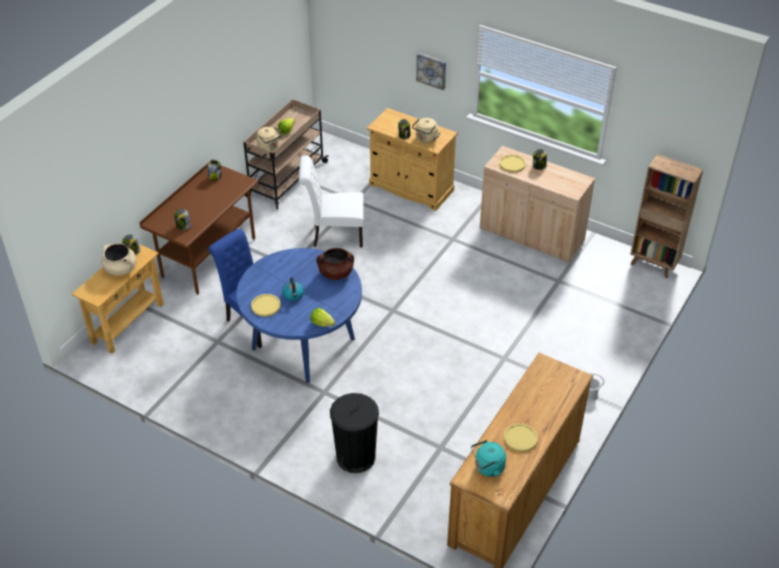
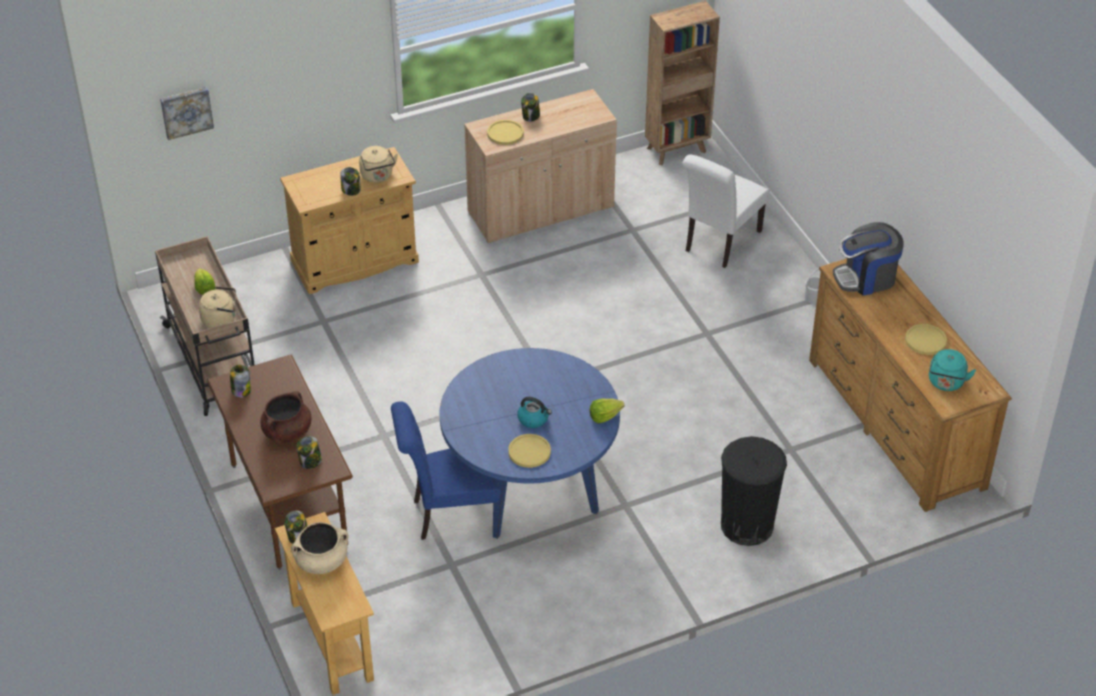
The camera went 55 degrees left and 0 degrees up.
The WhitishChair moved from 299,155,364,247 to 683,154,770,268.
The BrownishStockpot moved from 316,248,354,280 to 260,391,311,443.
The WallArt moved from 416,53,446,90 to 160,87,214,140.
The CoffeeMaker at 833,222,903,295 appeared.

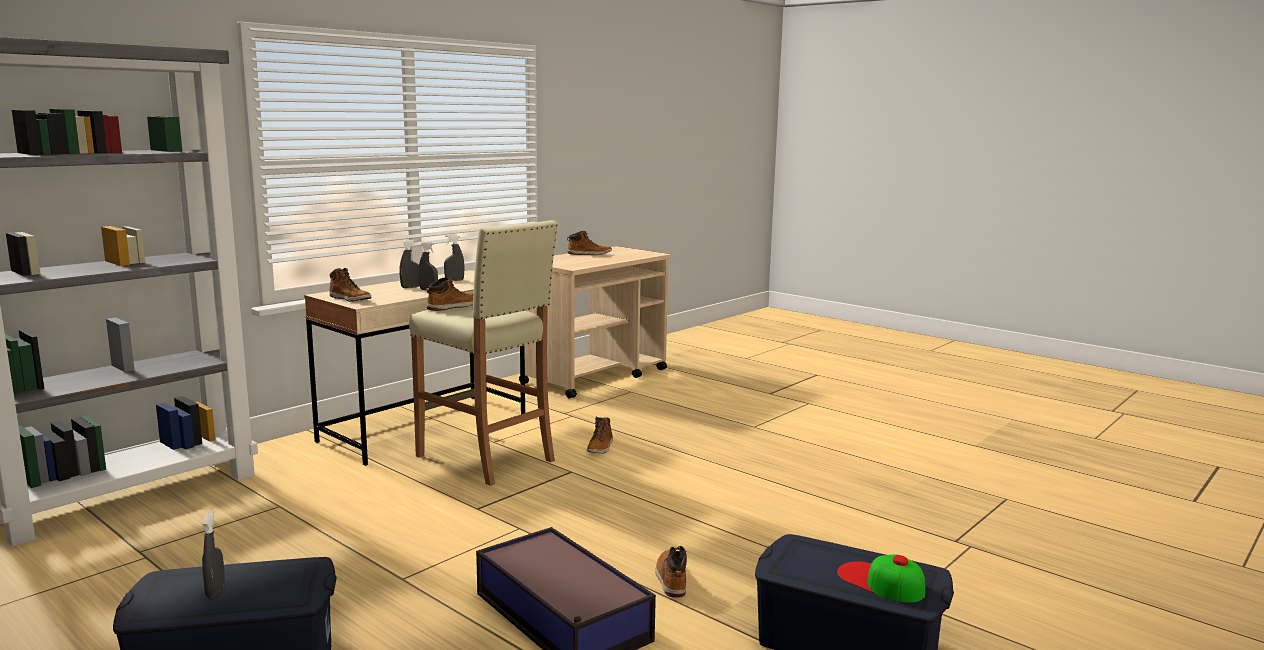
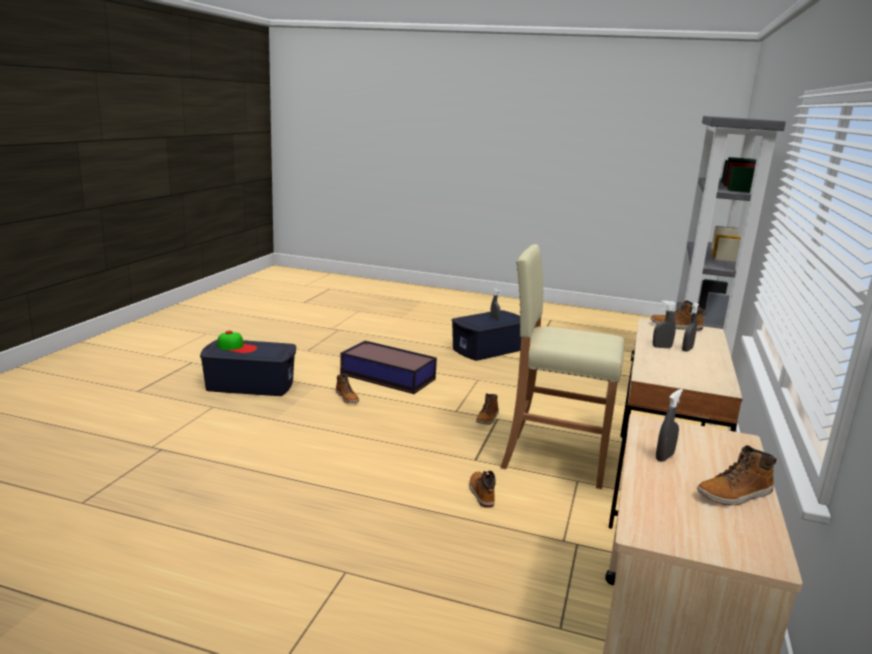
The camera went 155 degrees right and 5 degrees up.
The TallBoot moved from 426,277,473,311 to 476,393,499,425.
The GreyishSprayBottle moved from 444,235,465,281 to 656,389,683,462.

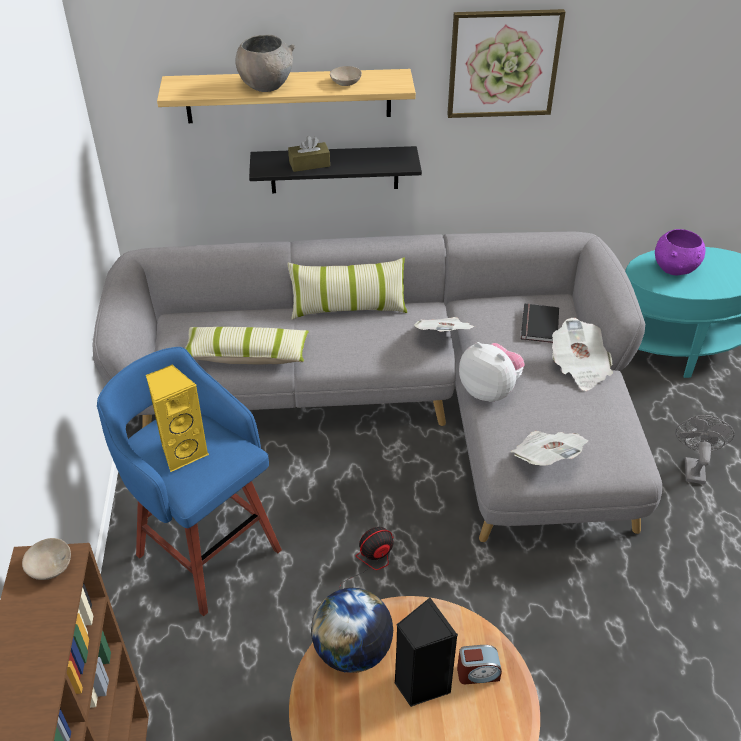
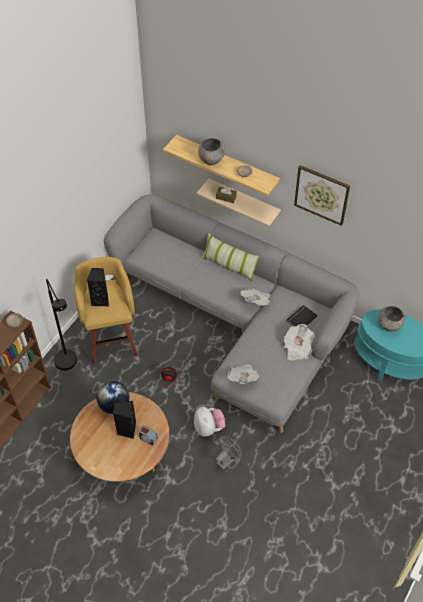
The camera went 35 degrees right and 10 degrees up.
The BlueColouredStoolSeat at 97,347,282,616 became the YellowStoolSeat at 74,257,138,364.
The YellowLoudspeaker at 146,364,209,472 became the BlackLoudspeaker at 87,268,109,306.
The Pillow at 185,327,309,364 disappeared.
The BlackBracketShelf at 249,146,422,193 became the SandColouredBracketShelf at 196,179,281,226.
The CuddlyToy moved from 459,342,525,402 to 194,407,225,437.
The PurpleColouredServingBowl at 655,229,705,275 became the GreyishServingBowl at 378,306,405,332.
The GreyishFan moved from 675,415,734,484 to 216,436,241,470.
The BlackFloorLamp at 46,279,77,371 appeared.

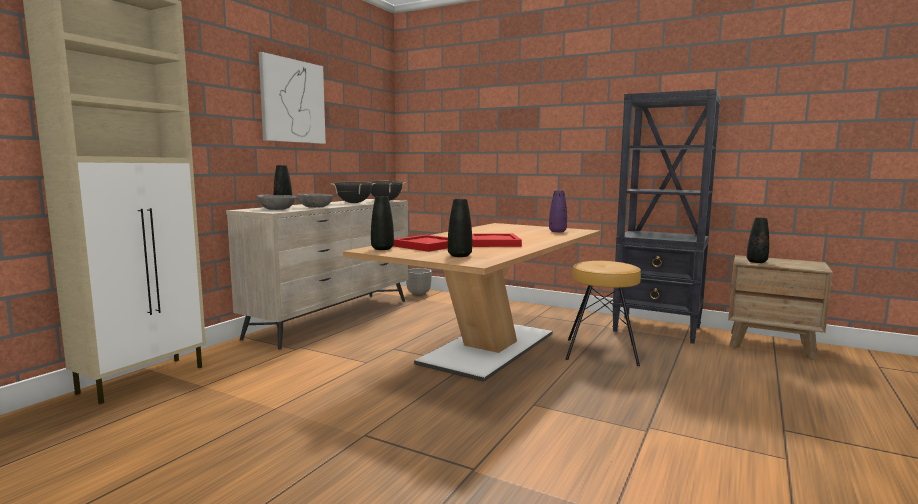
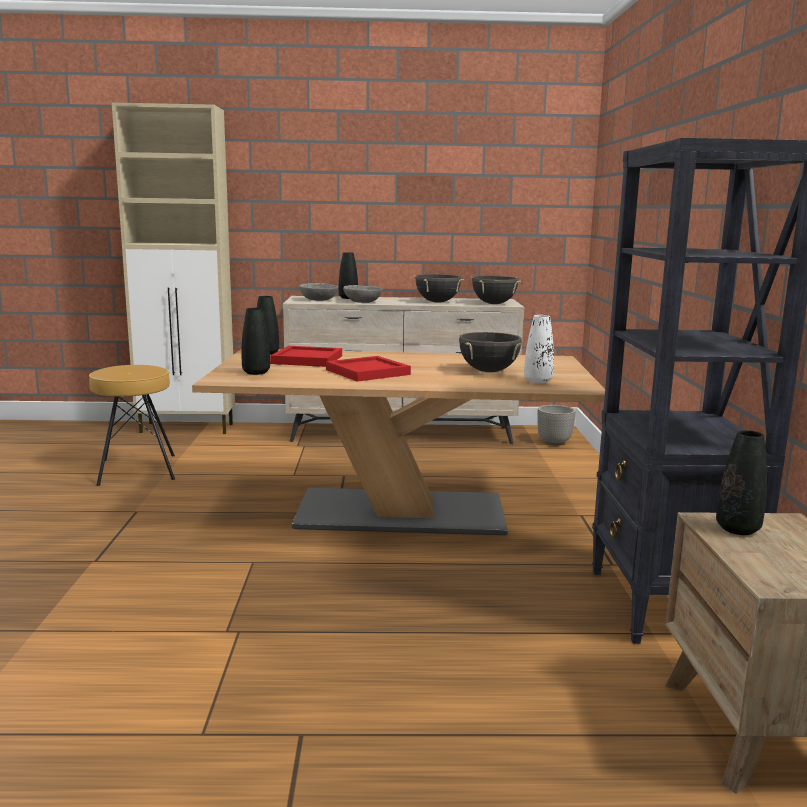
The camera went 60 degrees right and 5 degrees up.
The WallArt at 259,52,326,144 disappeared.
The PurpleColouredVase at 549,190,567,232 became the WhitishVase at 524,315,554,383.
The BrownishStoolSeat moved from 565,261,641,366 to 89,365,175,486.
The BlackStockpot at 459,332,523,372 appeared.

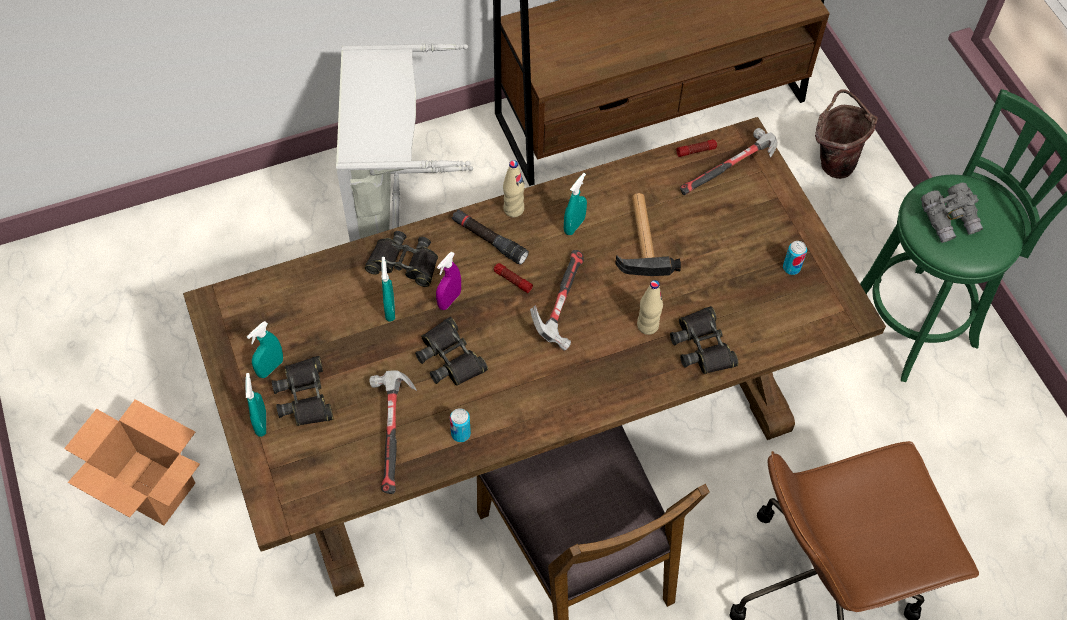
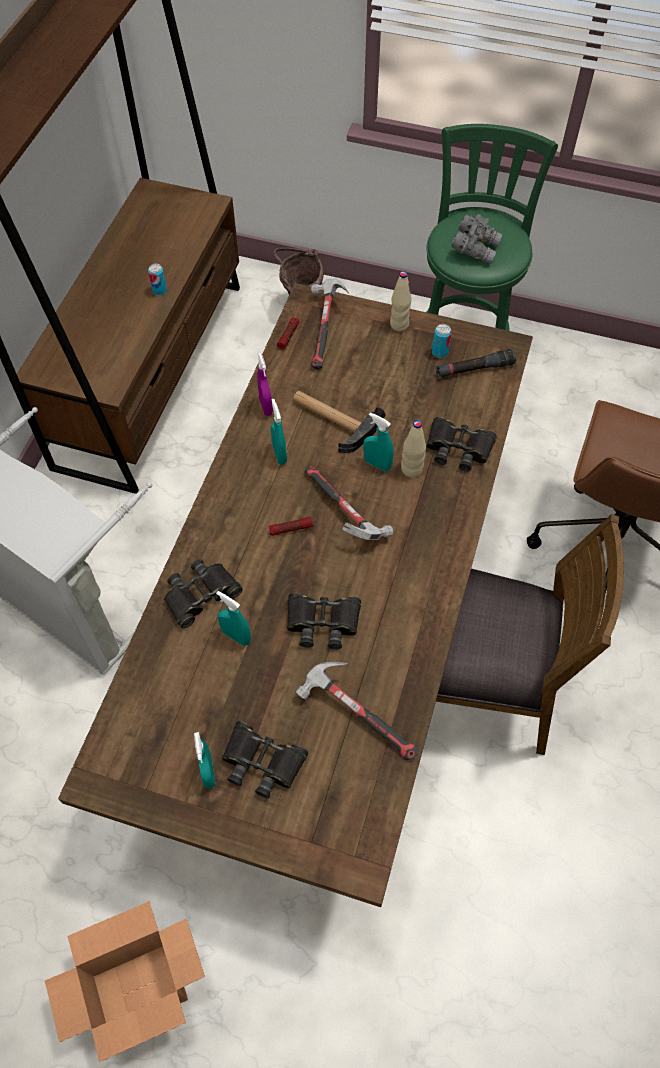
The camera went 50 degrees left and 0 degrees up.
The TurquoiseSprayBottle moved from 245,373,266,437 to 363,413,394,471.
The PurpleColouredSprayBottle moved from 436,252,461,310 to 257,353,273,416.
The Can moved from 450,408,471,442 to 148,264,167,296.
The BlackFlashlight moved from 452,209,529,265 to 436,349,516,377.
The SandColouredBottle moved from 503,160,525,217 to 390,271,412,332.

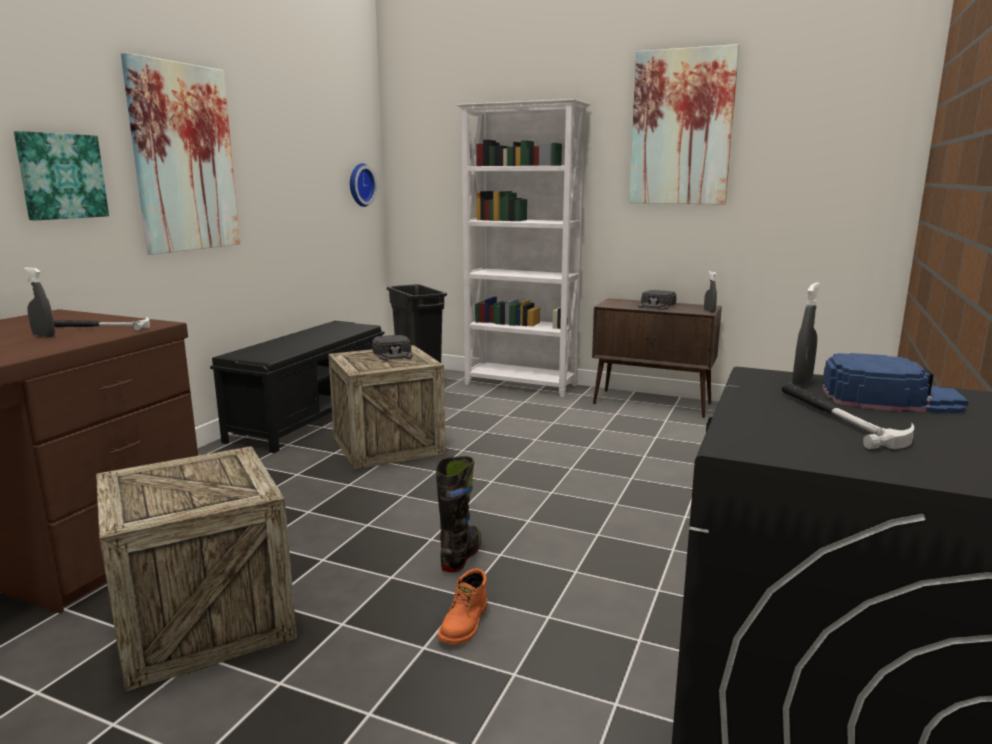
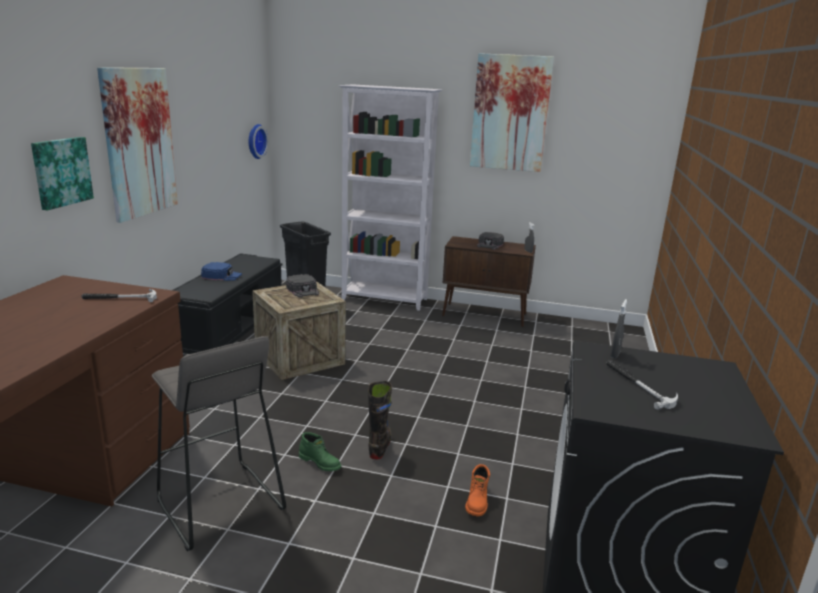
The camera went 10 degrees left and 5 degrees up.
The GreyishSprayBottle at 23,267,55,338 disappeared.
The ShippingCrate at 96,446,297,692 was replaced by the GreyishStoolSeat at 152,336,286,551.
The OrangeyTallBoot moved from 438,568,487,645 to 465,464,490,516.
The BlueColouredPeakedCap moved from 822,353,969,414 to 201,262,242,281.
The GreenishTallBoot at 299,432,341,471 appeared.

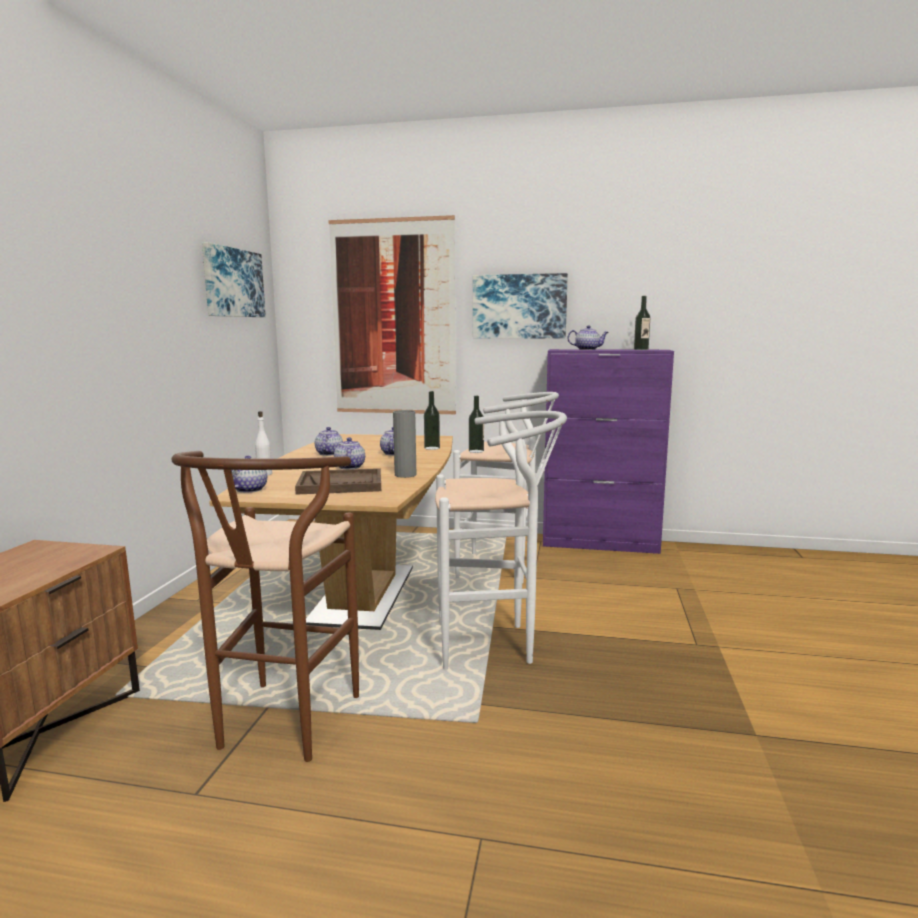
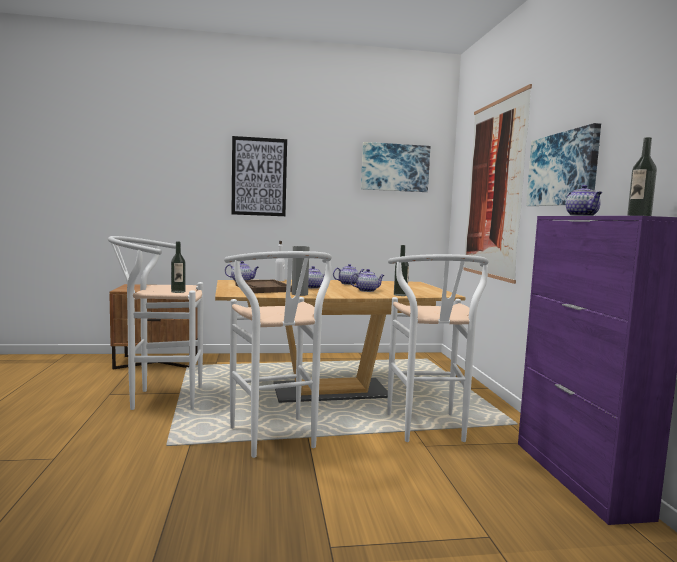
The camera went 70 degrees right and 5 degrees down.
The BrownishStoolSeat at 171,451,359,762 became the WhitishStoolSeat at 108,236,203,410.
The Bottle moved from 469,396,484,453 to 171,242,186,293.
The WallArt at 231,136,287,216 appeared.

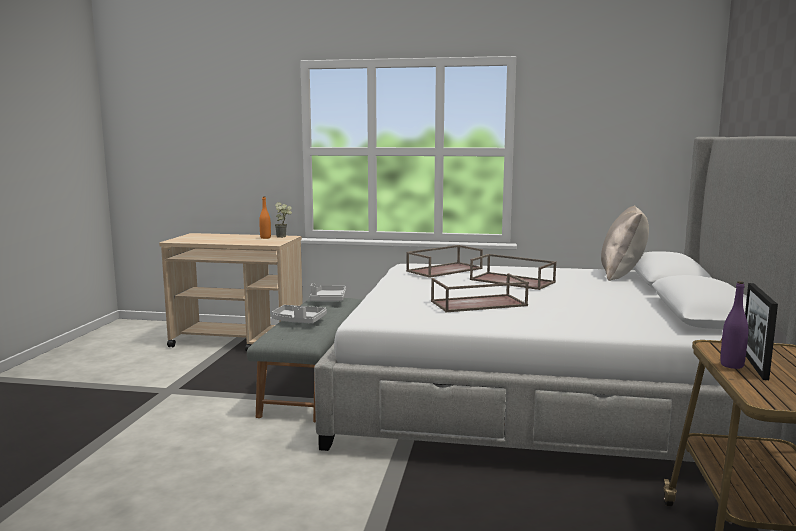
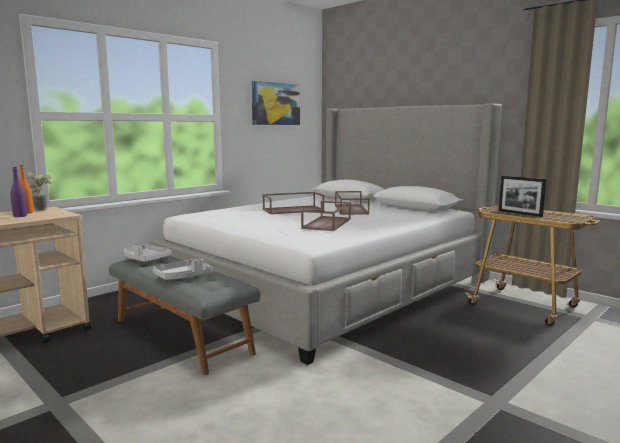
The camera went 55 degrees left and 0 degrees up.
The BrownishCarryingTray moved from 406,245,483,278 to 335,191,370,215.
The SandColouredPillow at 601,205,649,281 disappeared.
The PurpleColouredBottle moved from 720,281,749,369 to 10,167,27,217.
The WallArt at 252,81,300,125 appeared.

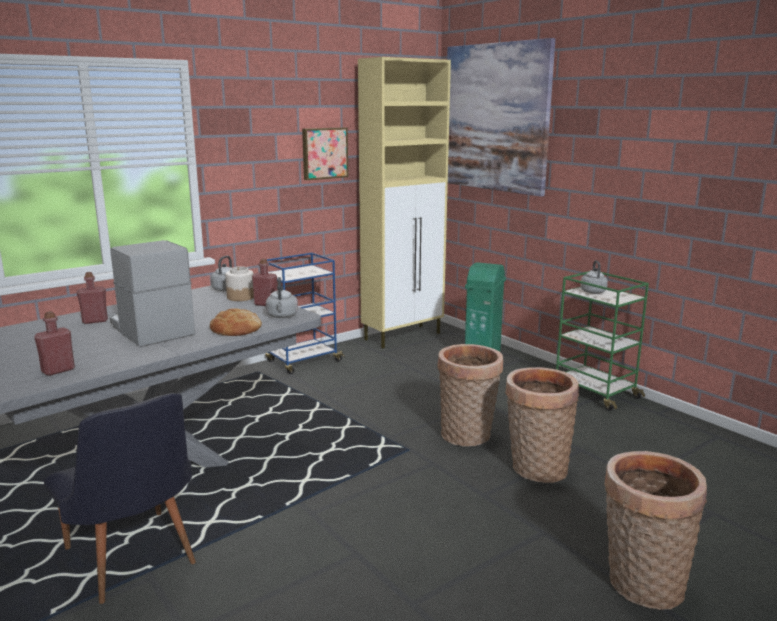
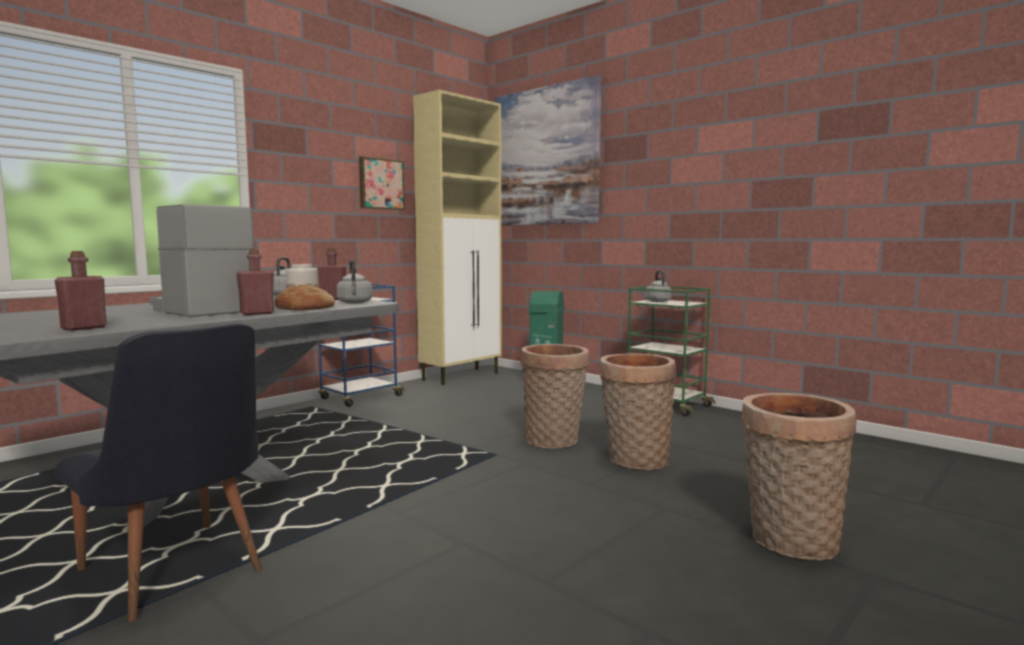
The camera went 10 degrees left and 10 degrees down.
The RedColouredBottle moved from 77,272,108,324 to 237,249,274,315.

